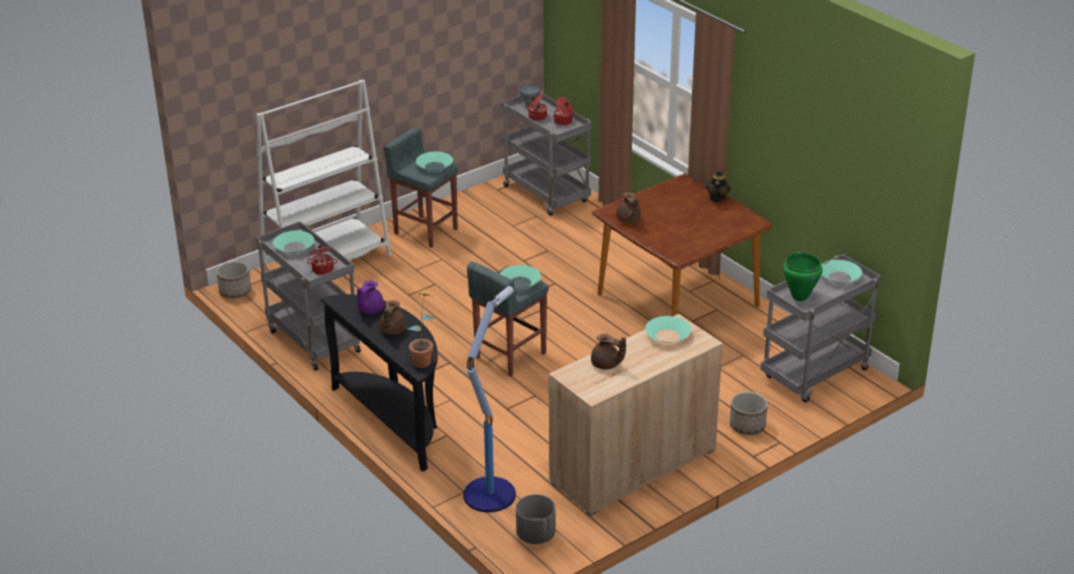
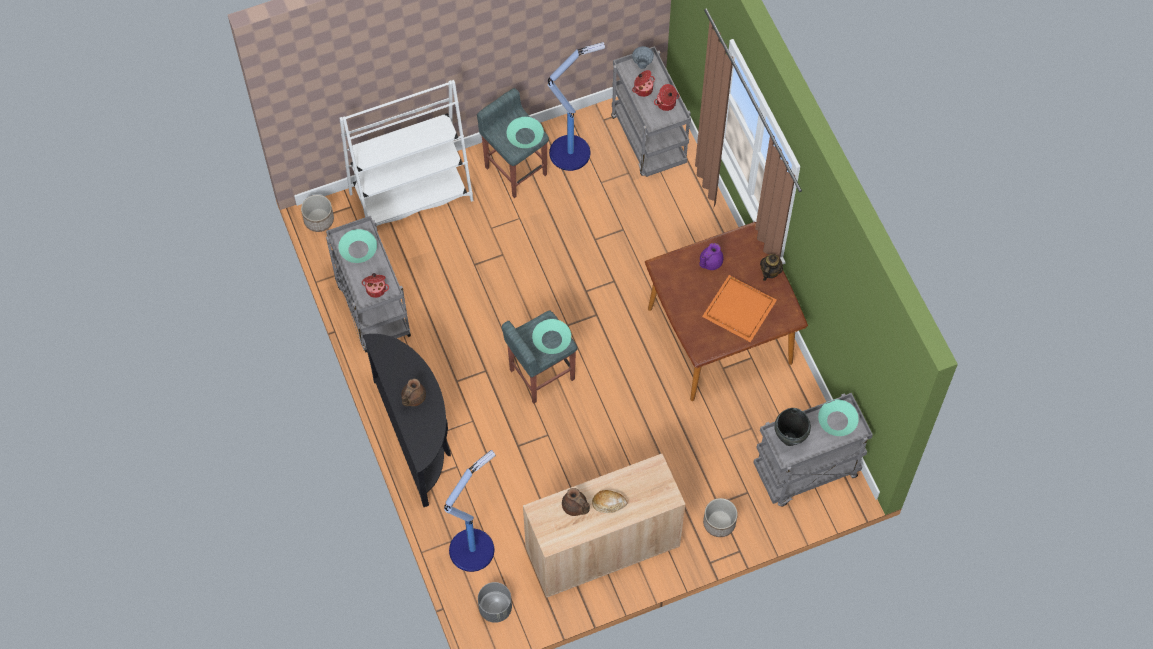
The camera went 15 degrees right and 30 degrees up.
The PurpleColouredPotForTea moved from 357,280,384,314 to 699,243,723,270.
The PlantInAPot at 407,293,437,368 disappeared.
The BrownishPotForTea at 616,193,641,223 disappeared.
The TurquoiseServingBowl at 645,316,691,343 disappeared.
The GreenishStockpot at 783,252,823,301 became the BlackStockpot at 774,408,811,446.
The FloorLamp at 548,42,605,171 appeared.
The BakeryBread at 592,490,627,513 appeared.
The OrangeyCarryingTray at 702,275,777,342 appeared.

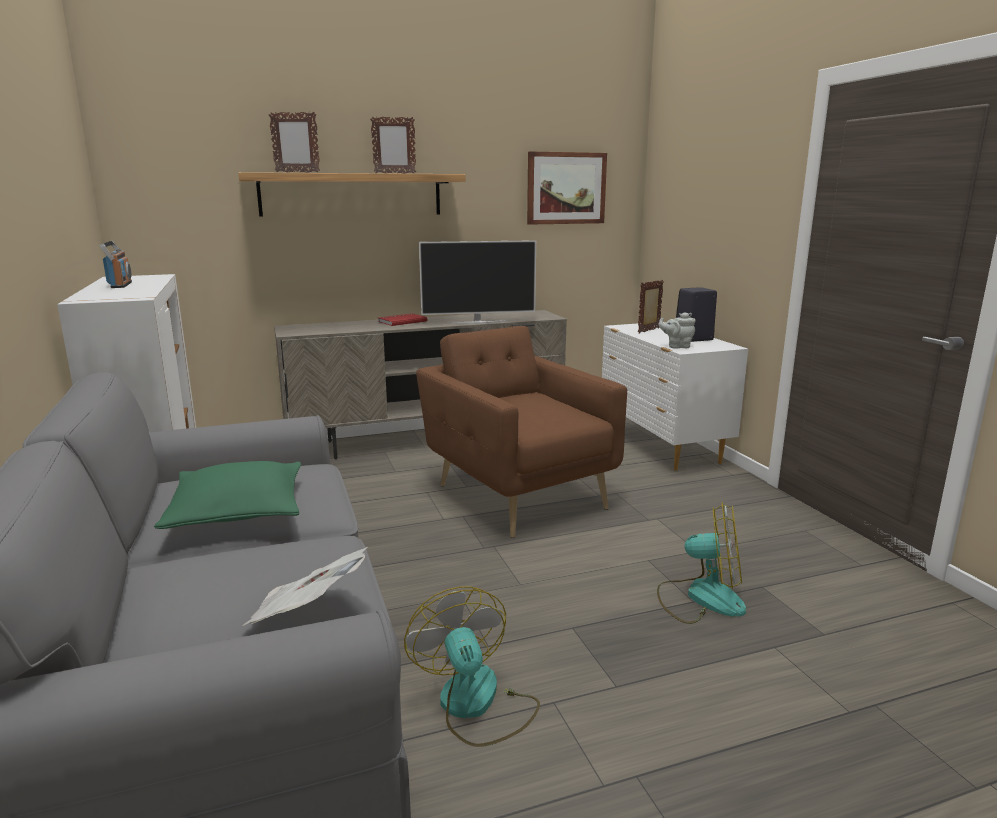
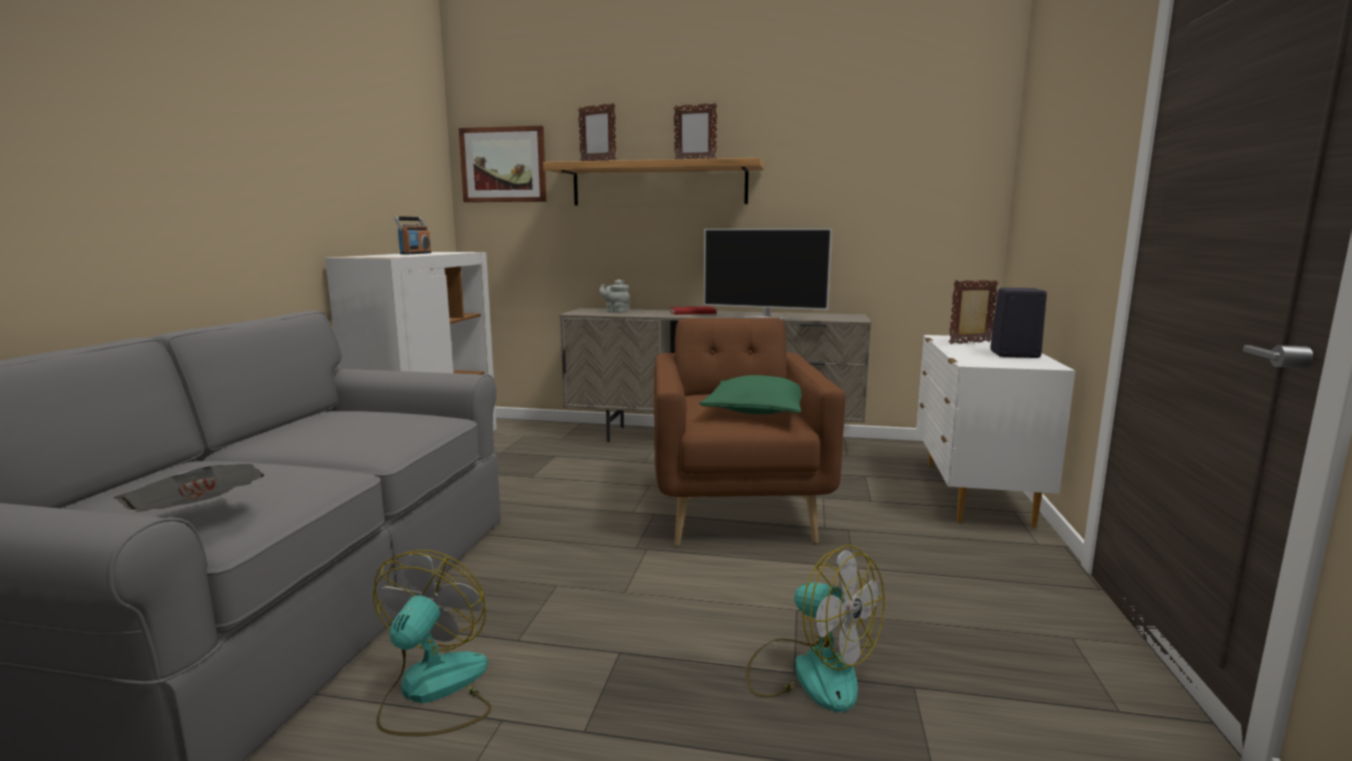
The camera went 30 degrees right and 5 degrees down.
The GreenishPillow moved from 154,461,301,529 to 699,375,802,414.
The WallArt moved from 527,151,607,225 to 459,126,547,202.
The GreyishPotForTea moved from 659,312,696,349 to 599,279,630,313.

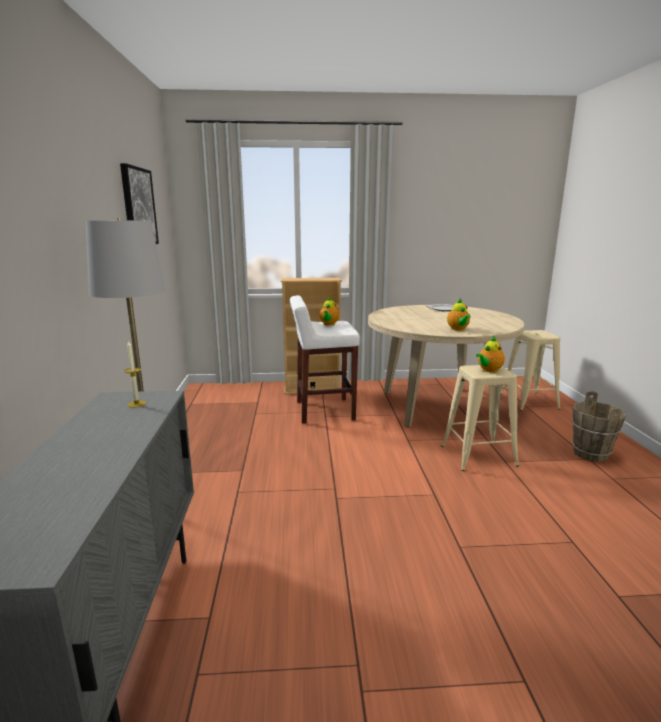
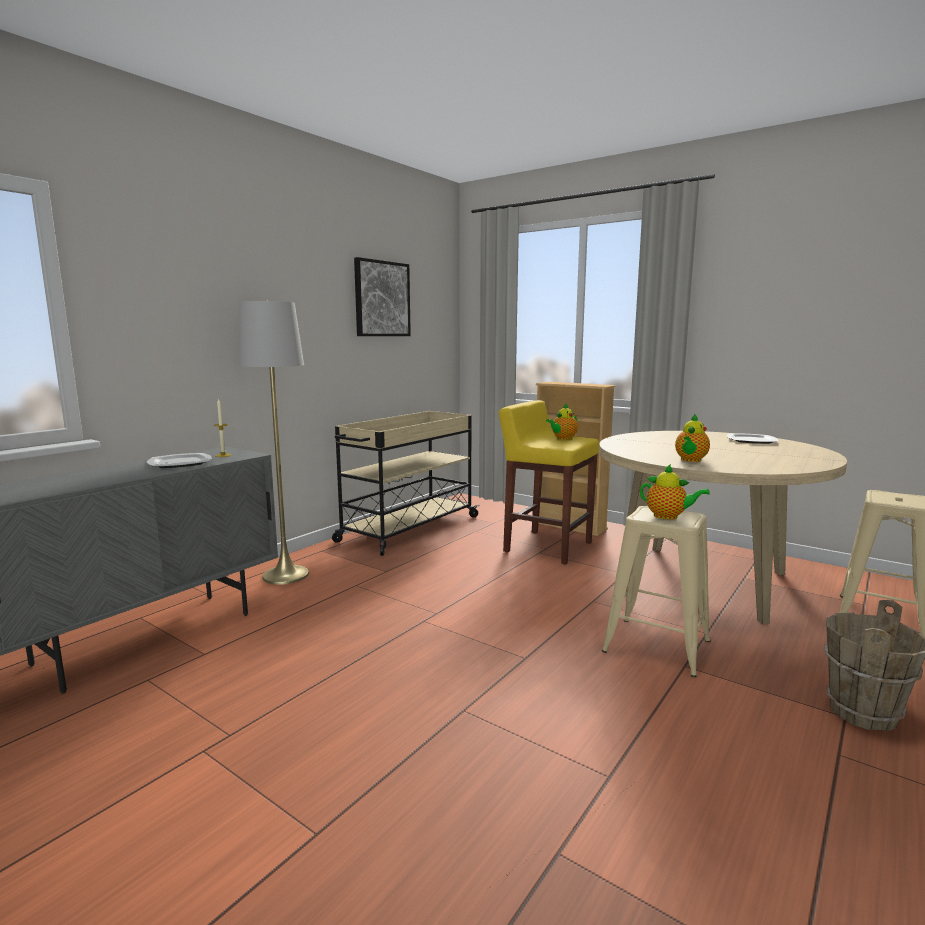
The camera went 40 degrees right and 5 degrees down.
The WhitishStoolSeat at 290,295,360,423 became the YellowStoolSeat at 499,400,599,565.
The PotForTea at 476,336,505,373 turned 150 degrees counterclockwise.
The DinnerPlate at 147,453,212,468 appeared.
The SandColouredCart at 332,411,480,556 appeared.

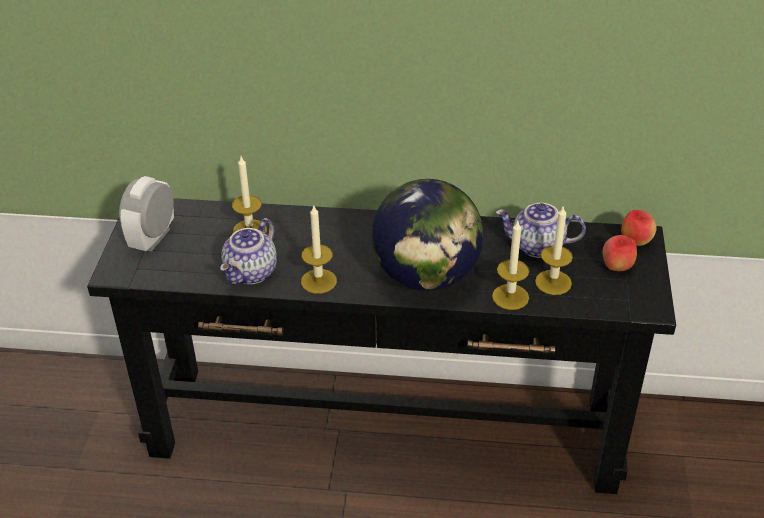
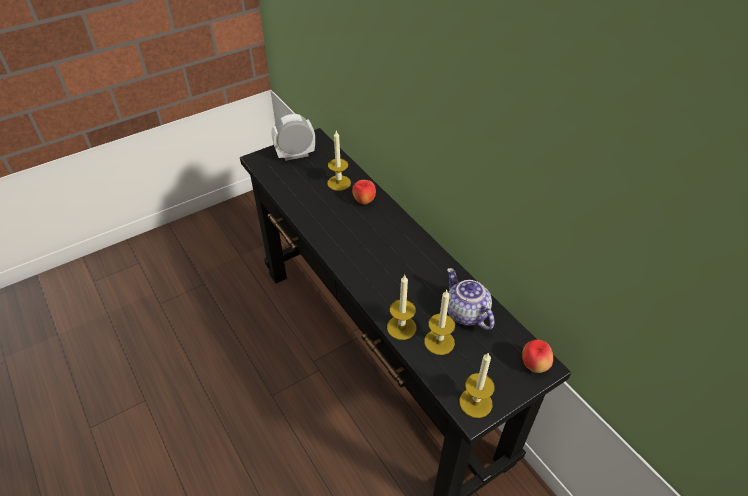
The camera went 50 degrees right and 5 degrees up.
The PotForTea at 220,218,277,285 disappeared.
The WaxCandle moved from 301,206,337,294 to 459,353,495,418.
The Globe at 372,179,483,291 disappeared.
The Apple moved from 603,235,637,271 to 352,180,376,205.

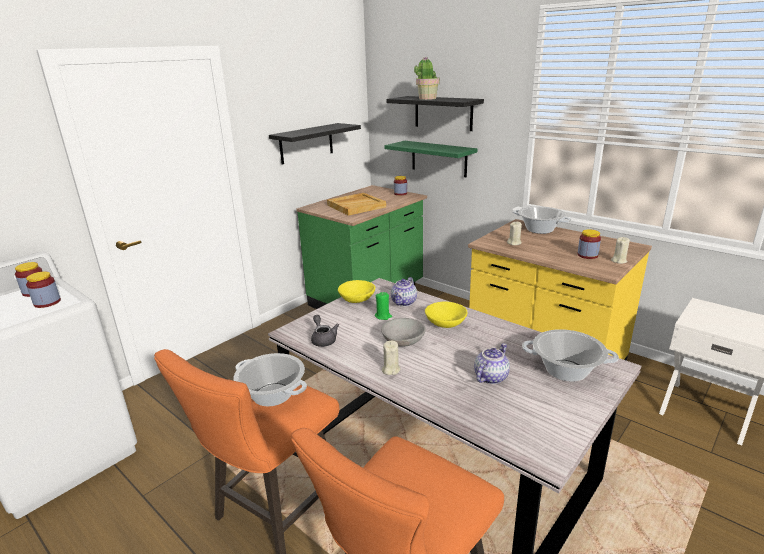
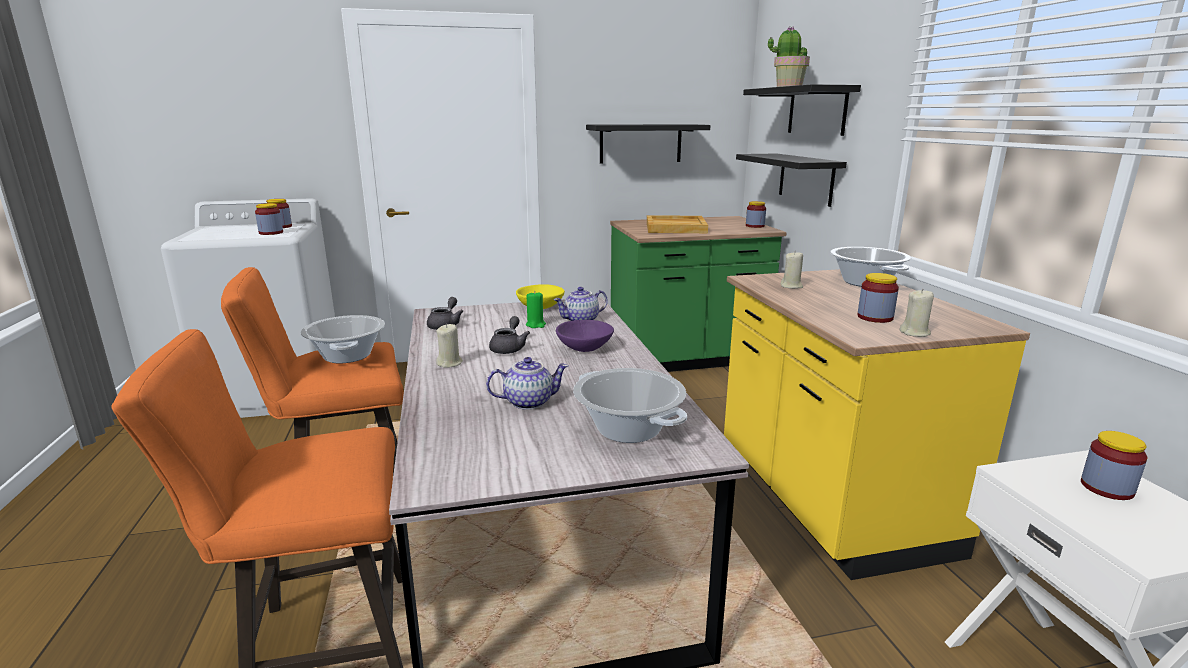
The camera went 35 degrees right and 5 degrees down.
The GreyishServingBowl at 381,318,426,347 was replaced by the GreyishPotForTea at 489,316,530,354.
The GreenishBracketShelf at 384,141,477,177 became the BlackBracketShelf at 736,153,847,207.
The YellowServingBowl at 425,302,468,328 became the PurpleColouredServingBowl at 556,320,614,352.
The PreserveJar at 1081,431,1147,500 appeared.

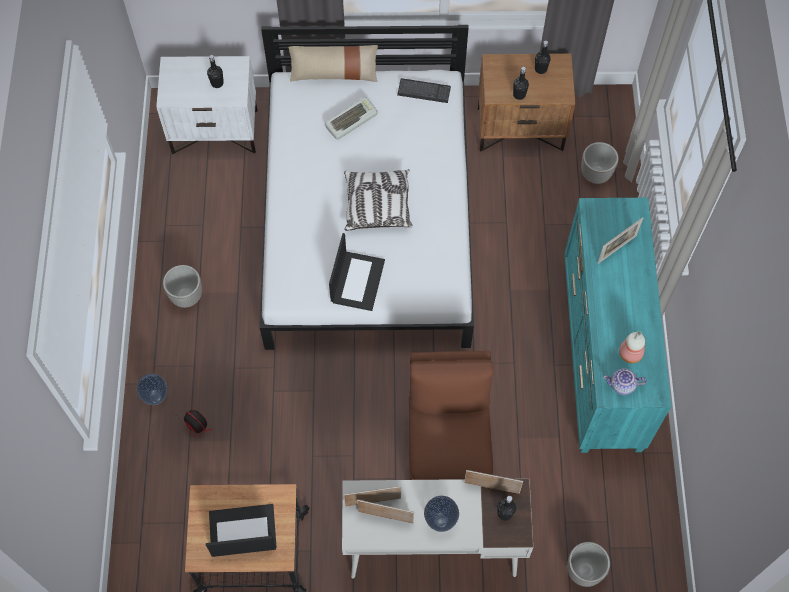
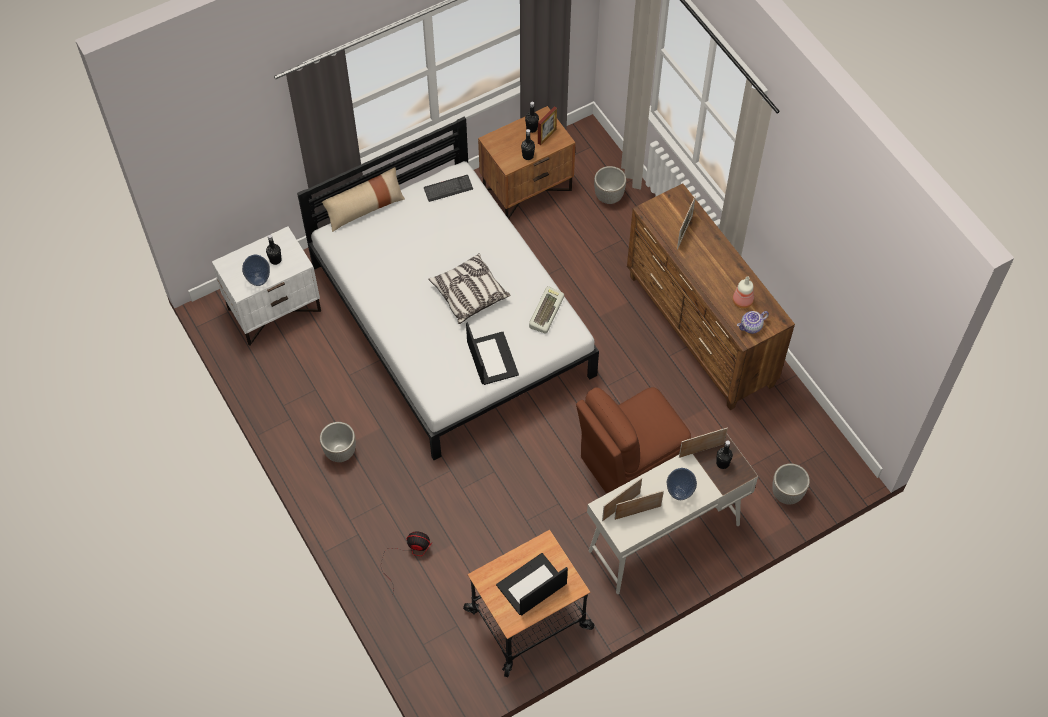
The camera went 30 degrees left and 5 degrees down.
The Vase moved from 137,374,167,405 to 242,255,270,286.
The Keyboard moved from 325,97,378,140 to 529,286,564,334.
The BrownishChair at 409,351,494,480 turned 90 degrees counterclockwise.
The TurquoiseDrawerChest at 564,198,671,453 became the BrownishDrawerChest at 627,184,795,410.
The StandingFrame at 538,106,557,145 appeared.

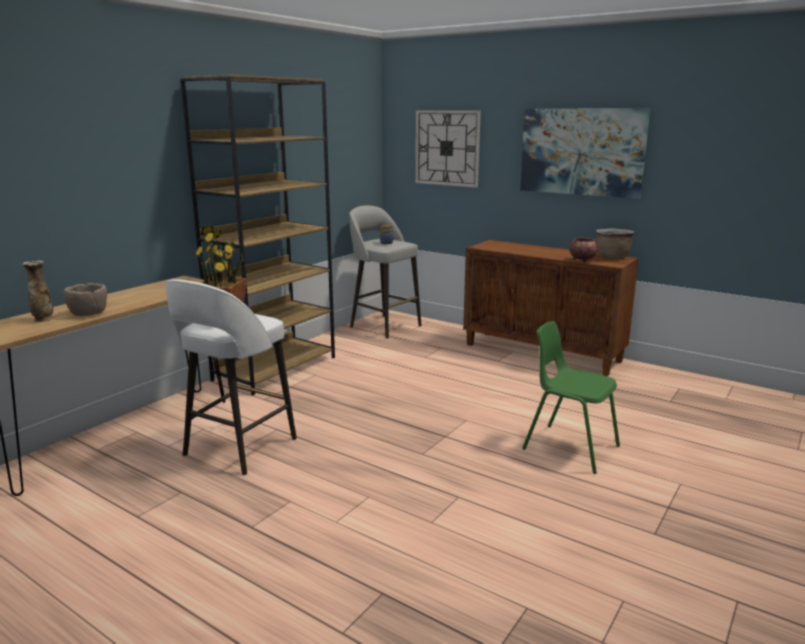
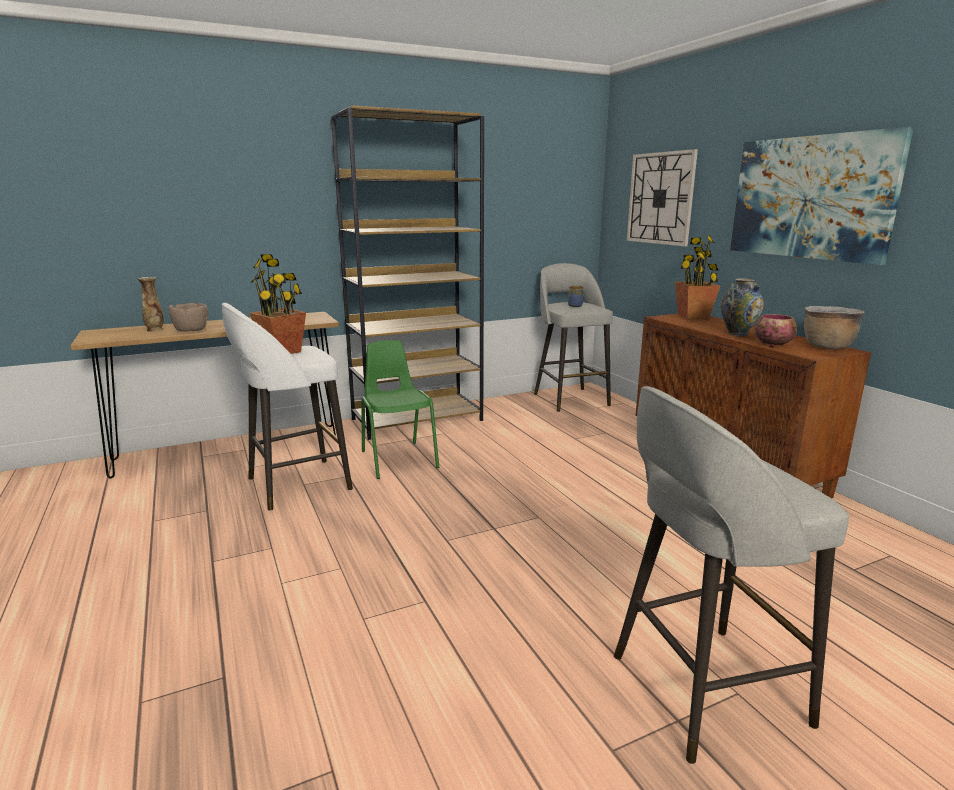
The camera went 30 degrees right and 0 degrees up.
The GreenishChair moved from 522,321,620,474 to 361,340,439,479.
The GreyishStoolSeat at 614,386,849,764 appeared.
The PlantInAPot at 675,235,720,320 appeared.
The Vase at 721,278,764,336 appeared.

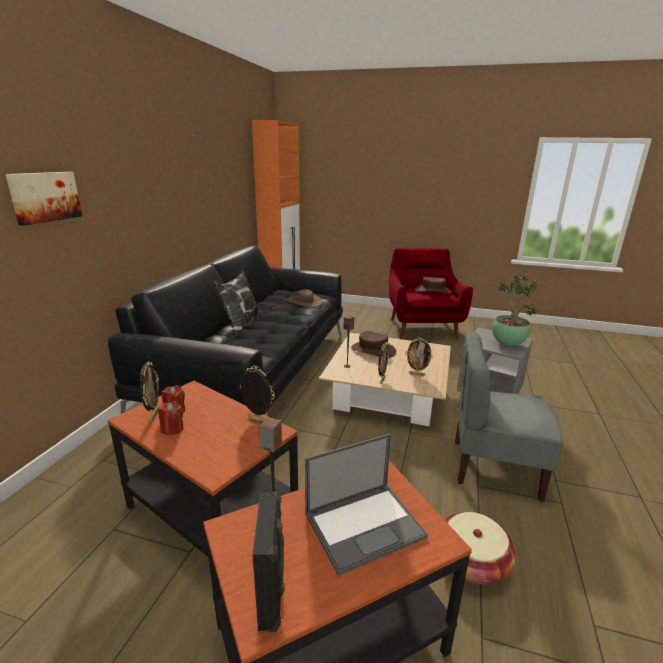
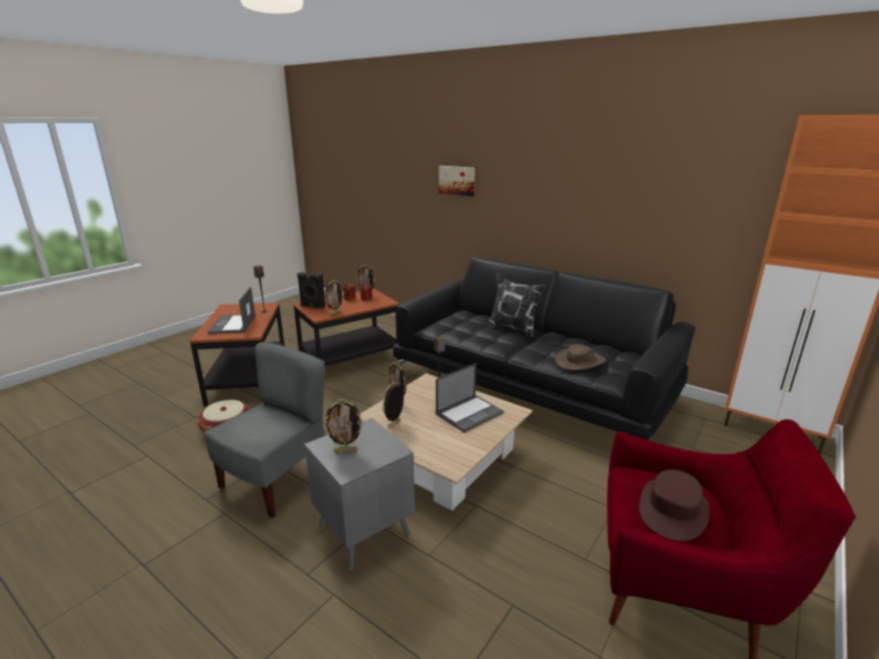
The camera went 110 degrees right and 0 degrees up.
The BlackLoudspeaker moved from 252,492,285,632 to 297,272,325,309.
The BrownishClothingHat at 351,331,396,358 was replaced by the PortableComputer at 436,363,504,433.
The PlantInAPot at 492,275,539,346 was replaced by the StandingFrame at 323,399,364,453.

